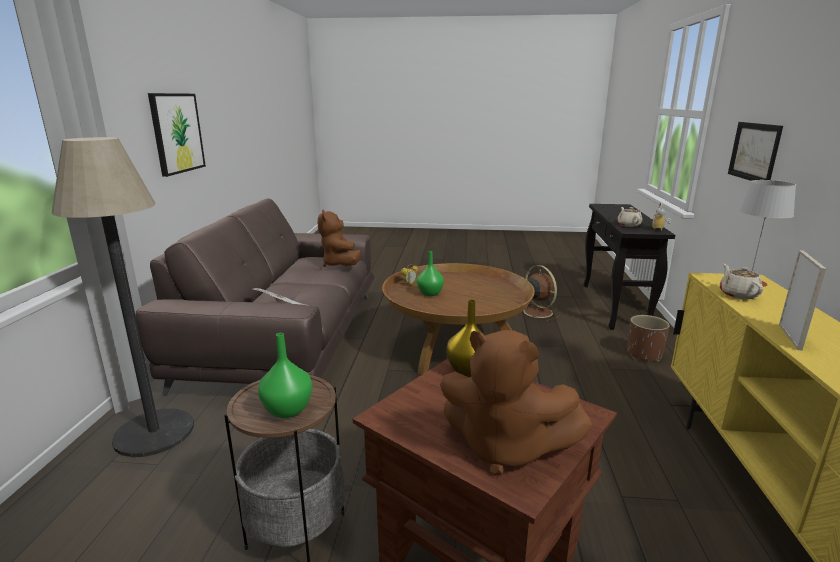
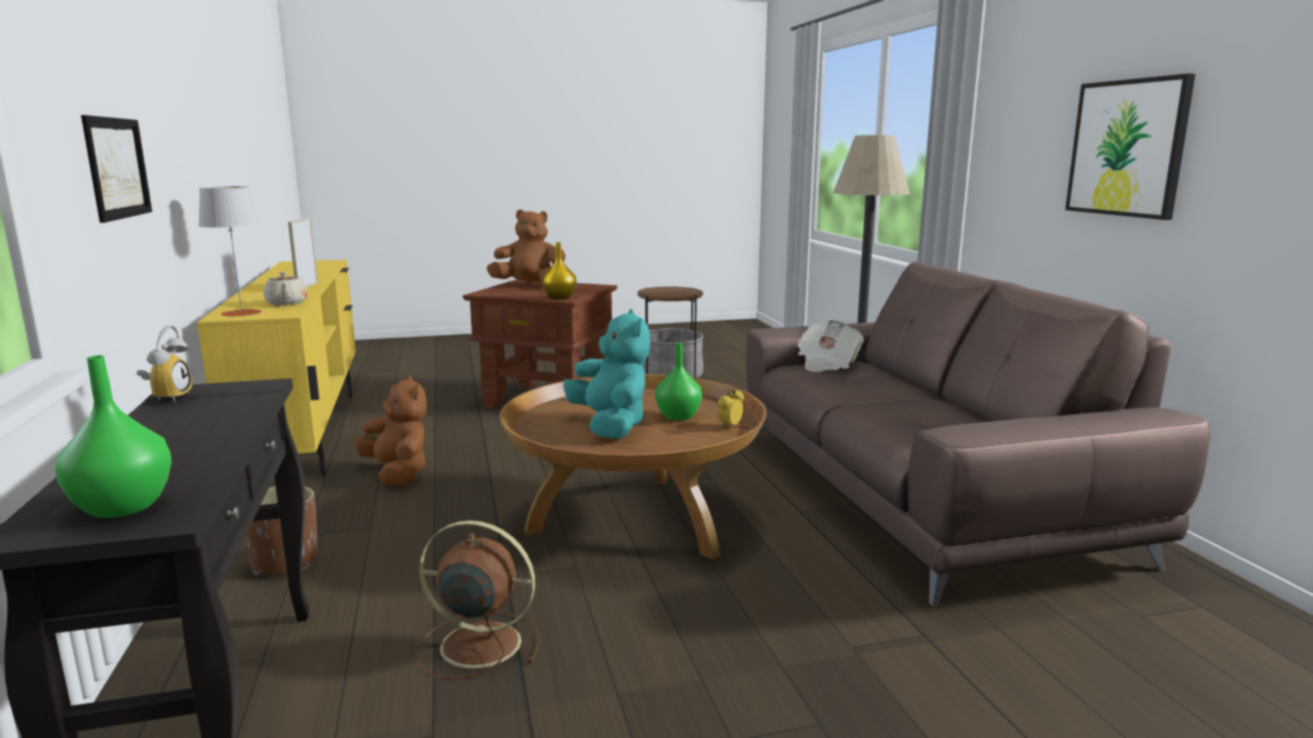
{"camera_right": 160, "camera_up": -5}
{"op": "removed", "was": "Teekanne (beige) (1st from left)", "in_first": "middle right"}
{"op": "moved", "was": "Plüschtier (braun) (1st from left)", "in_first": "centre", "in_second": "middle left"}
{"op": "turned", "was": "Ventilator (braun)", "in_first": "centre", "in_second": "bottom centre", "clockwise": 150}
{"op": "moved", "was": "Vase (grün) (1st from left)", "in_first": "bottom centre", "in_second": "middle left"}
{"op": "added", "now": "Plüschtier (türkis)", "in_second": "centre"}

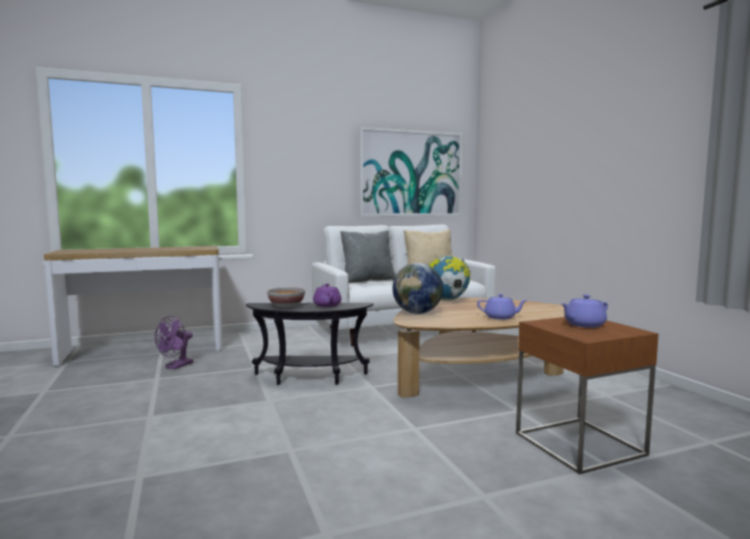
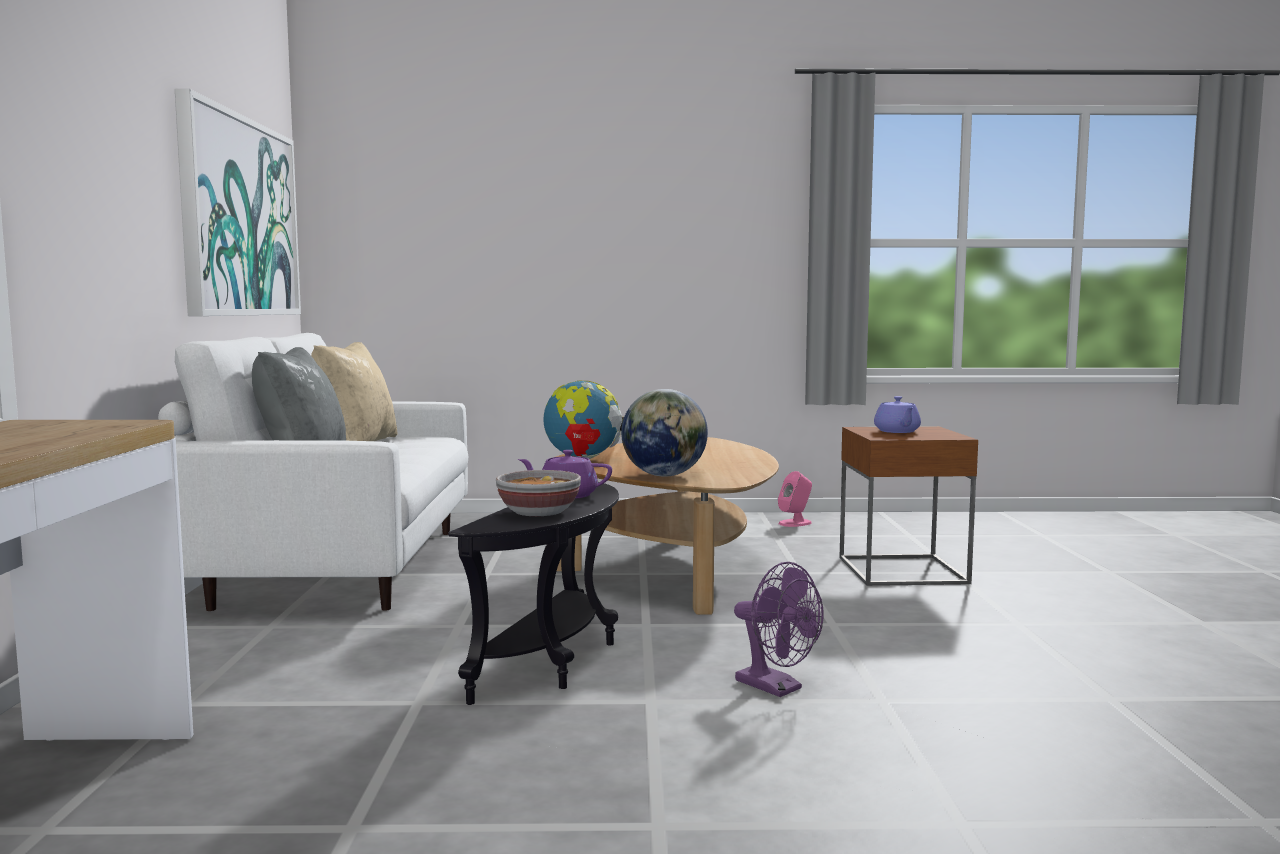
{"camera_right": -70, "camera_up": 0}
{"op": "removed", "was": "Teekanne (lila) (2nd from left)", "in_first": "middle right"}
{"op": "moved", "was": "Ventilator (lila)", "in_first": "middle left", "in_second": "bottom centre"}
{"op": "added", "now": "Lautsprecher (rosa)", "in_second": "centre"}

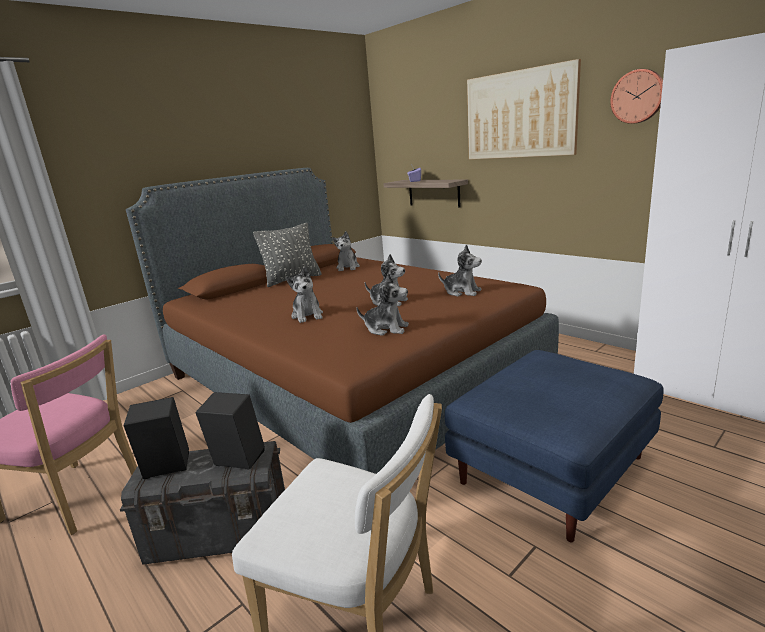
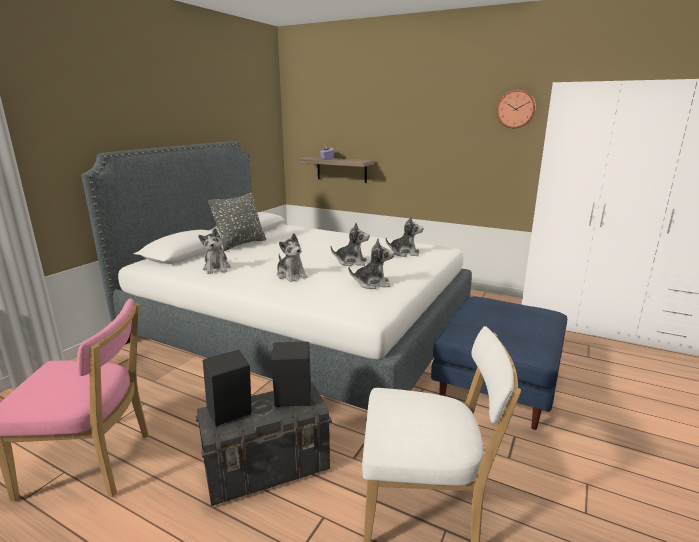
{"camera_right": -20, "camera_up": 0}
{"op": "removed", "was": "Bild", "in_first": "top right"}
{"op": "recoloured", "was": "Bett (braun)", "now": "Bett (weiß)", "in_first": "centre", "in_second": "centre"}
{"op": "moved", "was": "Plüschtier (2nd from left in the first image)", "now": "Plüschtier (1st from left)", "in_first": "centre", "in_second": "middle left"}

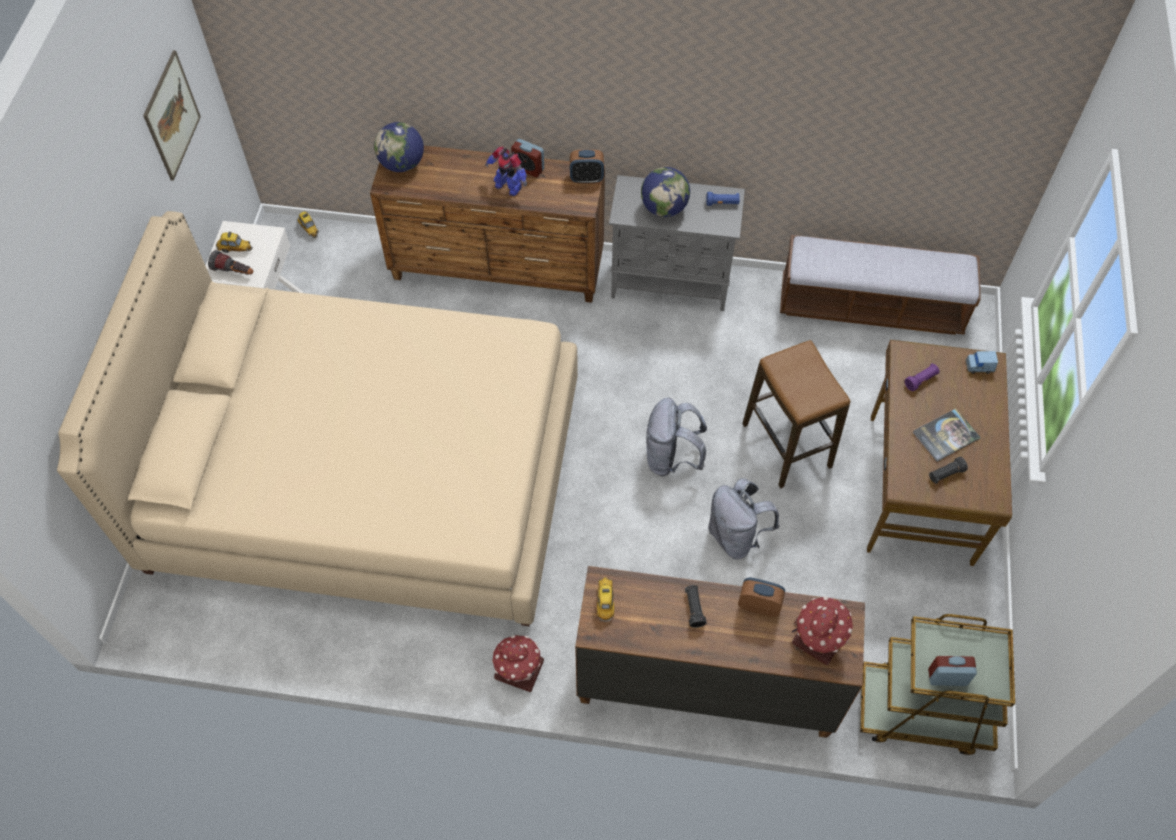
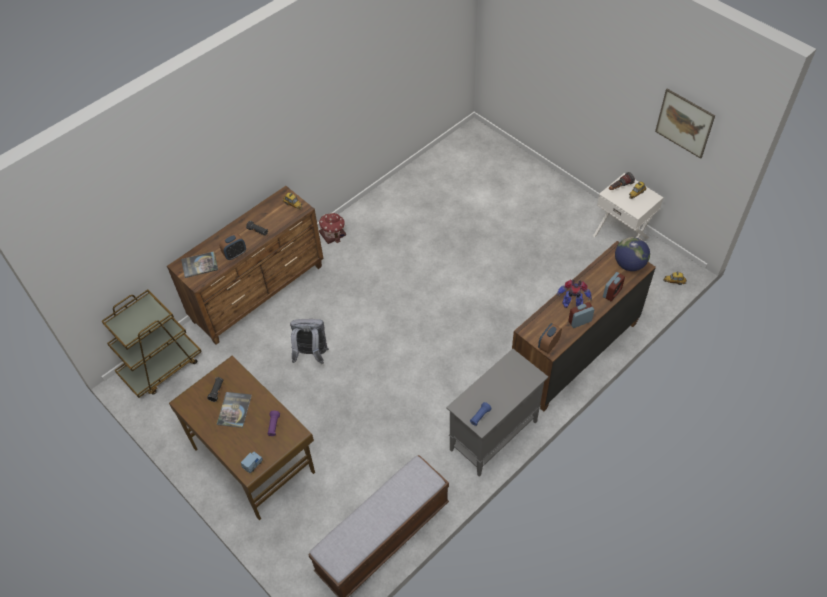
{"camera_right": 130, "camera_up": -5}
{"op": "turned", "was": "Spielzeugroboter", "in_first": "top centre", "in_second": "middle right", "clockwise": -150}
{"op": "removed", "was": "Globus (2nd from left)", "in_first": "top centre"}
{"op": "removed", "was": "Bett (beige)", "in_first": "middle left"}
{"op": "removed", "was": "Hocker", "in_first": "middle right"}
{"op": "removed", "was": "Rucksack (grau) (1st from left)", "in_first": "centre"}
{"op": "replaced", "was": "Spielzeughaus (2nd from left)", "now": "Buch (1st from left)", "in_first": "bottom right", "in_second": "middle left"}
{"op": "moved", "was": "Wecker (4th from left)", "in_first": "bottom right", "in_second": "middle right"}

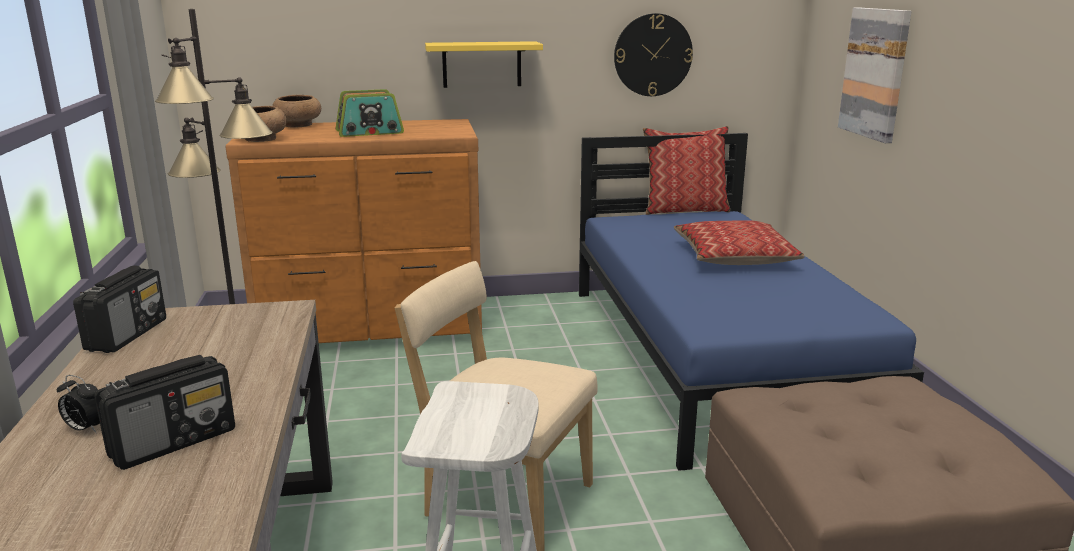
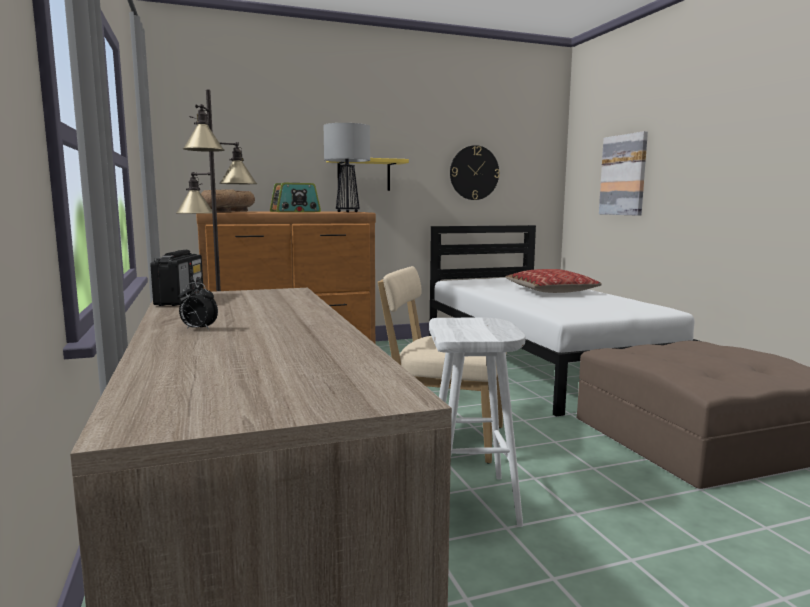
{"camera_right": -10, "camera_up": -10}
{"op": "removed", "was": "Kissen (1st from left)", "in_first": "top centre"}
{"op": "recoloured", "was": "Bett (blau)", "now": "Bett (weiß)", "in_first": "middle right", "in_second": "middle right"}
{"op": "removed", "was": "Radio (2nd from left)", "in_first": "bottom left"}
{"op": "added", "now": "Tischlampe", "in_second": "top centre"}

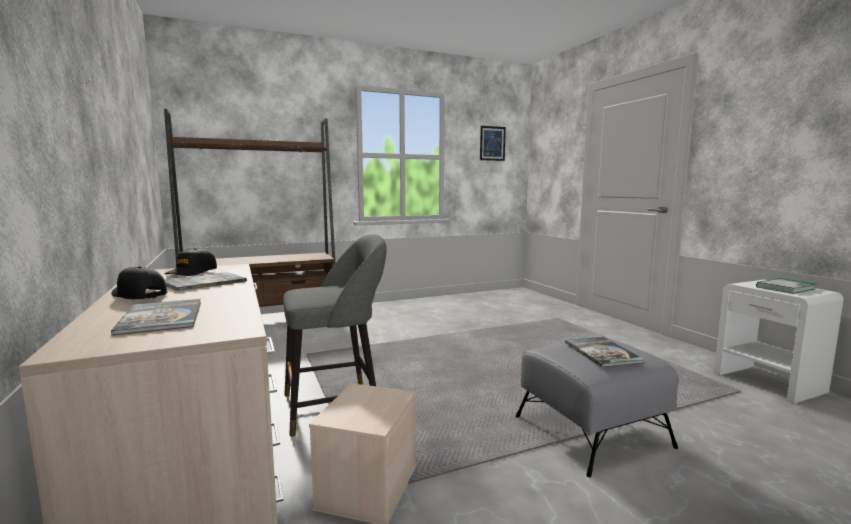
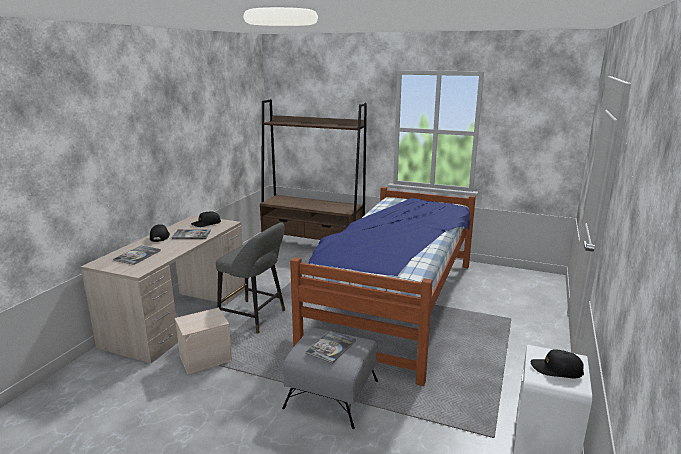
{"camera_right": 45, "camera_up": 10}
{"op": "removed", "was": "Bild", "in_first": "top centre"}
{"op": "replaced", "was": "Buch (4th from left)", "now": "Kappe (schwarz) (3rd from left)", "in_first": "middle right", "in_second": "bottom right"}
{"op": "added", "now": "Bett", "in_second": "centre"}

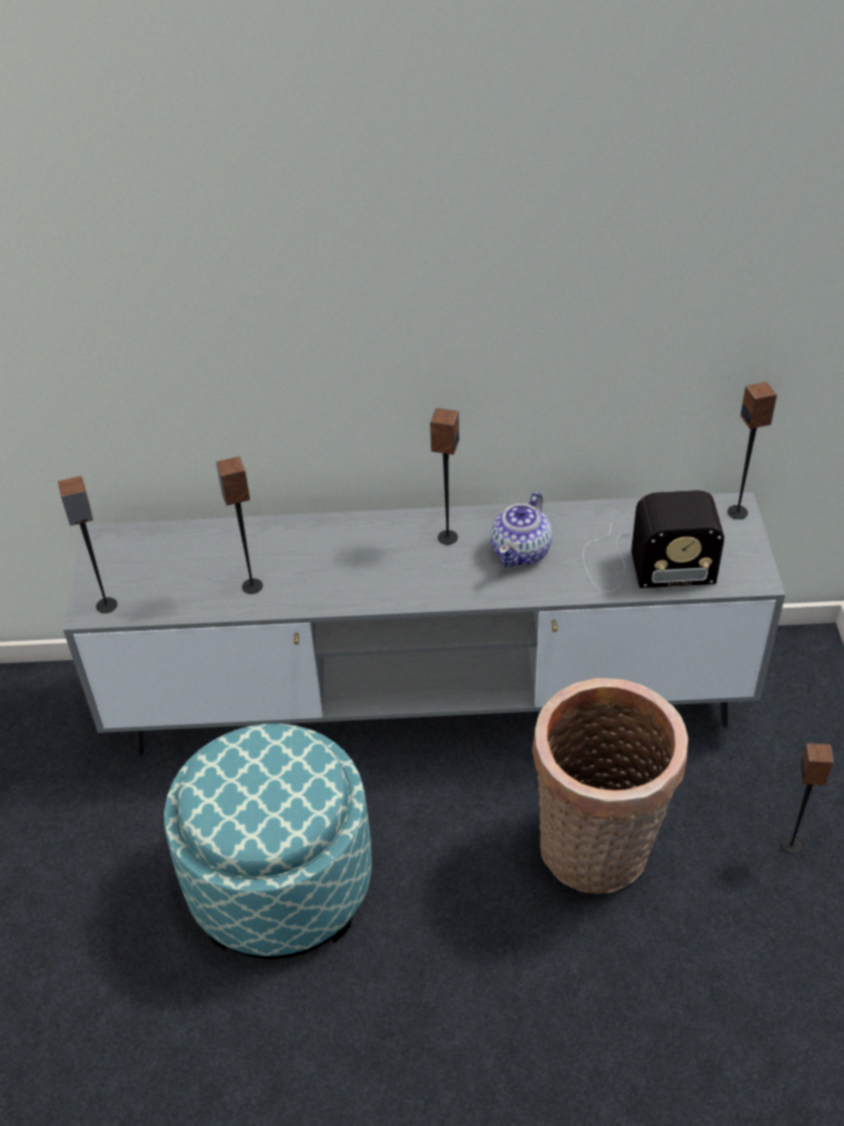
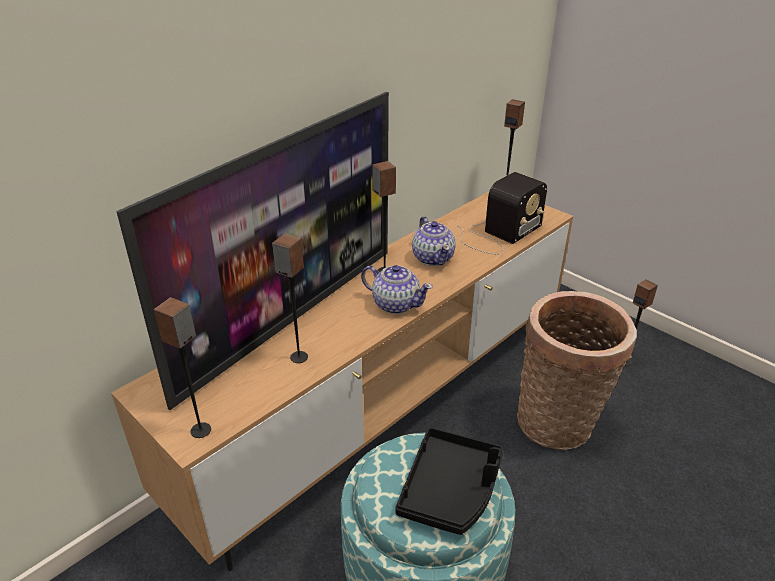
{"camera_right": -45, "camera_up": -10}
{"op": "recoloured", "was": "Fernsehschrank (grau)", "now": "Fernsehschrank (braun)", "in_first": "centre", "in_second": "centre"}
{"op": "added", "now": "Fernseher", "in_second": "middle left"}
{"op": "added", "now": "Teekanne (1st from left)", "in_second": "centre"}
{"op": "added", "now": "Tablett (schwarz)", "in_second": "bottom centre"}

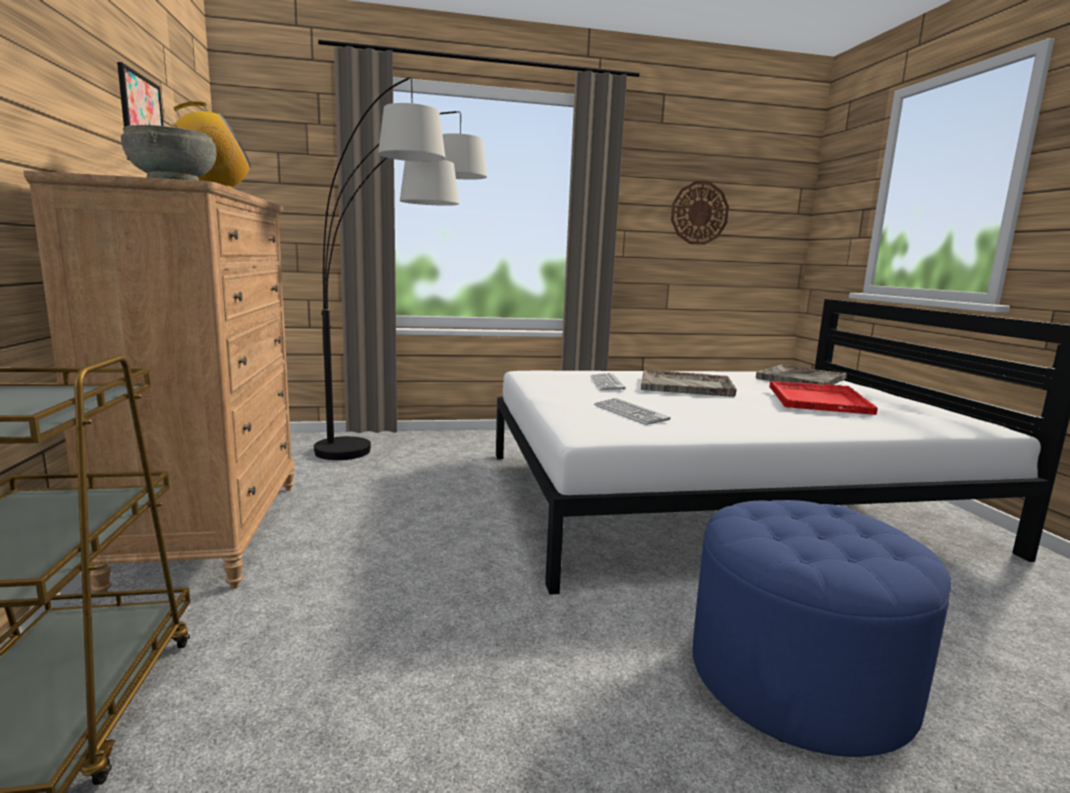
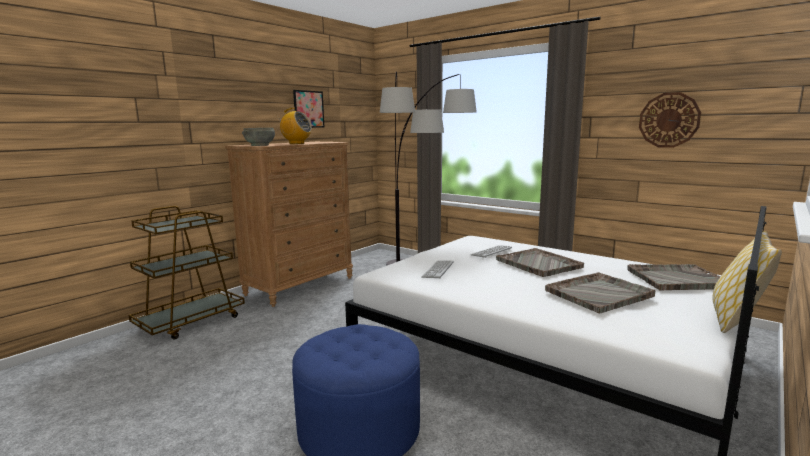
{"camera_right": 50, "camera_up": 0}
{"op": "recoloured", "was": "Tablett (rot)", "now": "Tablett (grau) (2nd from left)", "in_first": "middle right", "in_second": "middle right"}
{"op": "added", "now": "Kissen", "in_second": "middle right"}

